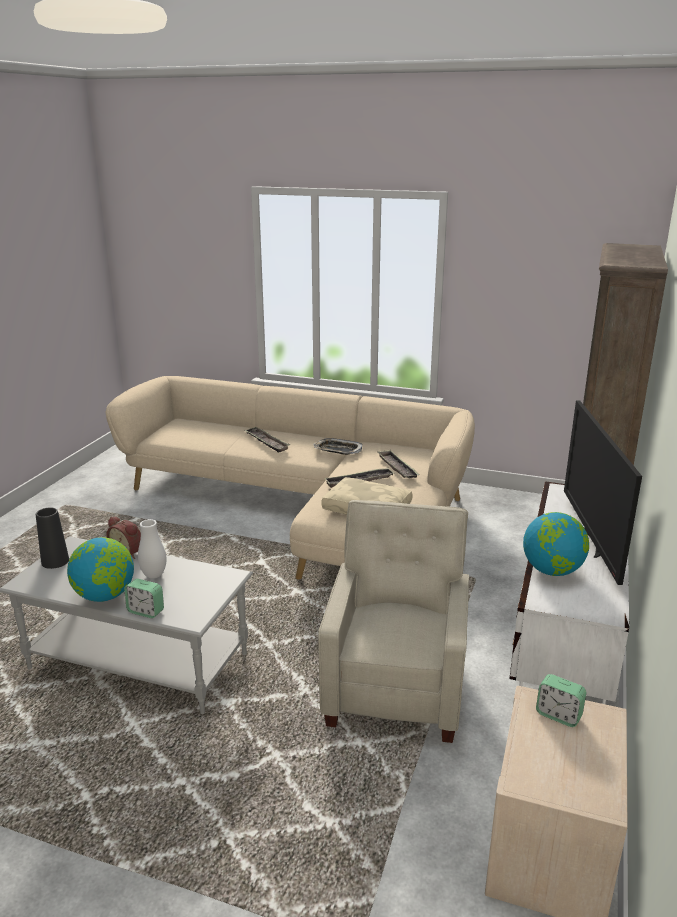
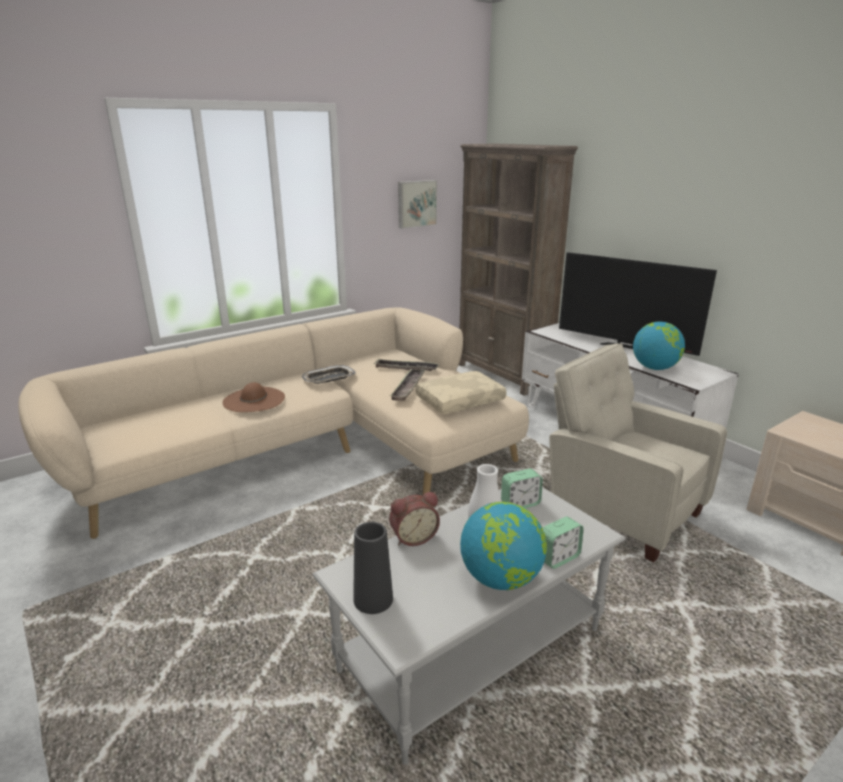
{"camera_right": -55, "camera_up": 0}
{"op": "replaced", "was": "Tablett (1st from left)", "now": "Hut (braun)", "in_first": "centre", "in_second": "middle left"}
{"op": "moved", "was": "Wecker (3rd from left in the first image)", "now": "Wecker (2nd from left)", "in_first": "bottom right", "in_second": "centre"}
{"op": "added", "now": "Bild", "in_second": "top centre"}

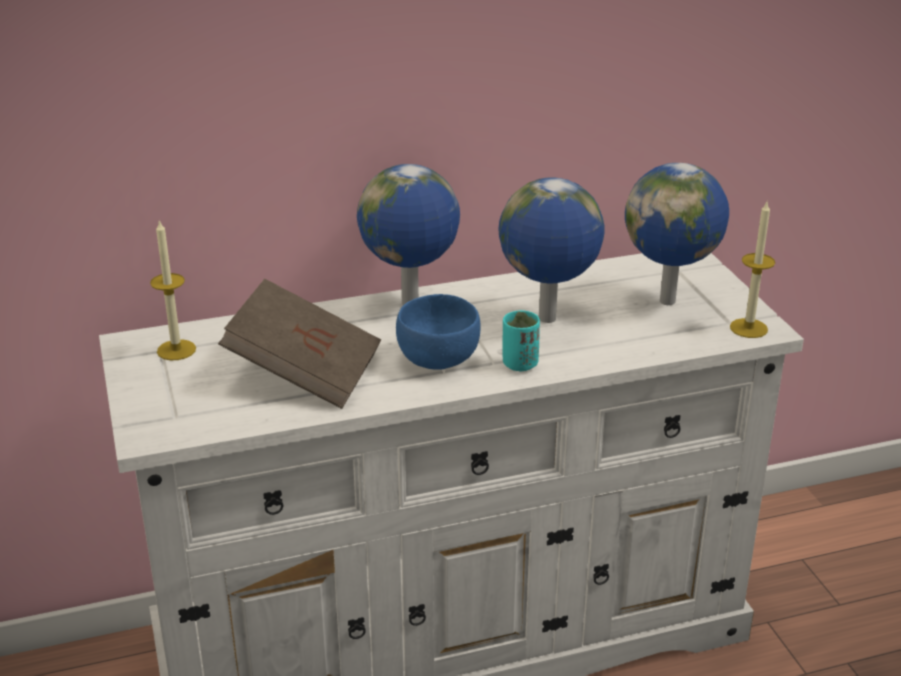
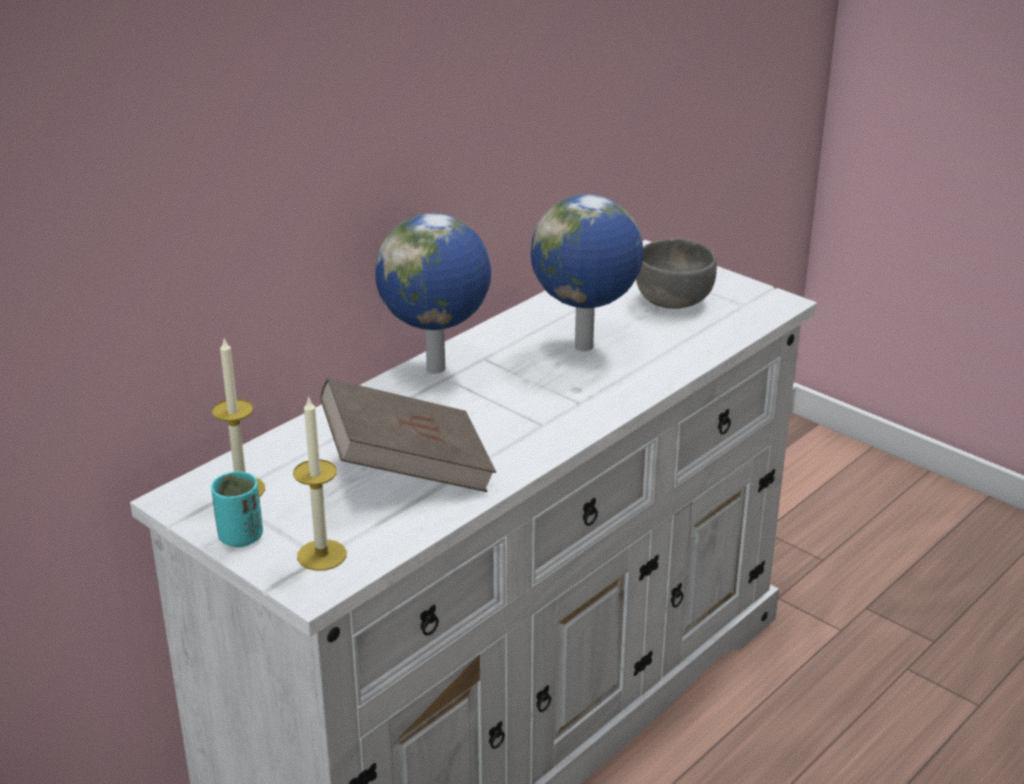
{"camera_right": -30, "camera_up": 0}
{"op": "replaced", "was": "Globus (3rd from left)", "now": "Schüssel (grau)", "in_first": "middle right", "in_second": "centre"}
{"op": "moved", "was": "Kerze (2nd from left)", "in_first": "middle right", "in_second": "middle left"}
{"op": "removed", "was": "Schüssel (blau)", "in_first": "centre"}
{"op": "moved", "was": "Tasse (türkis)", "in_first": "centre", "in_second": "middle left"}

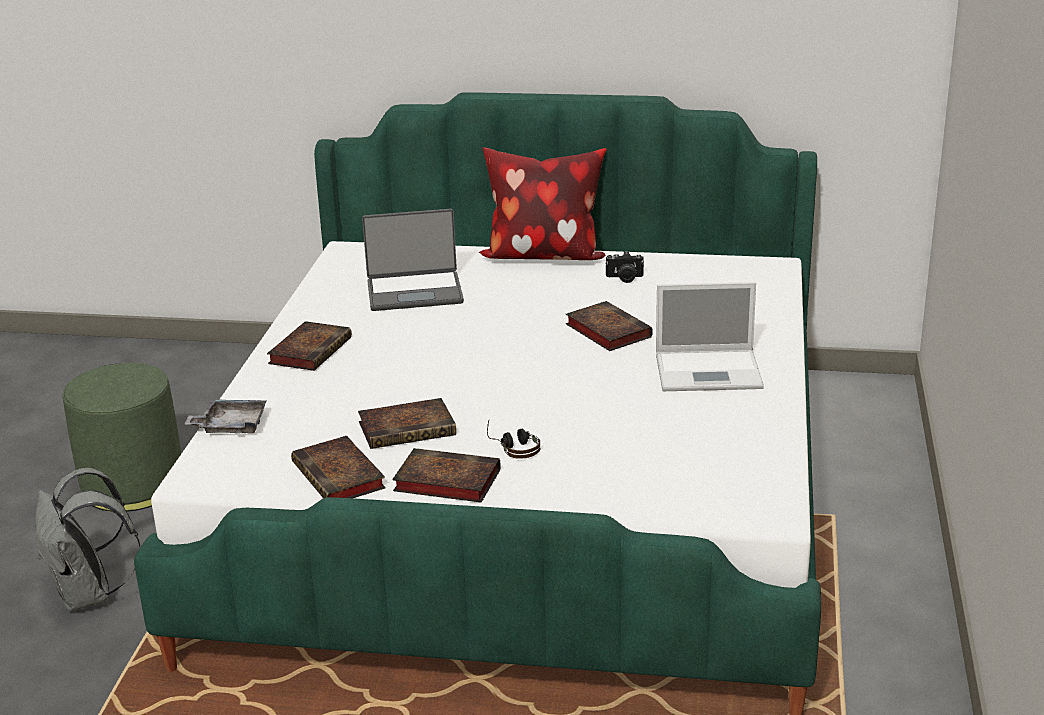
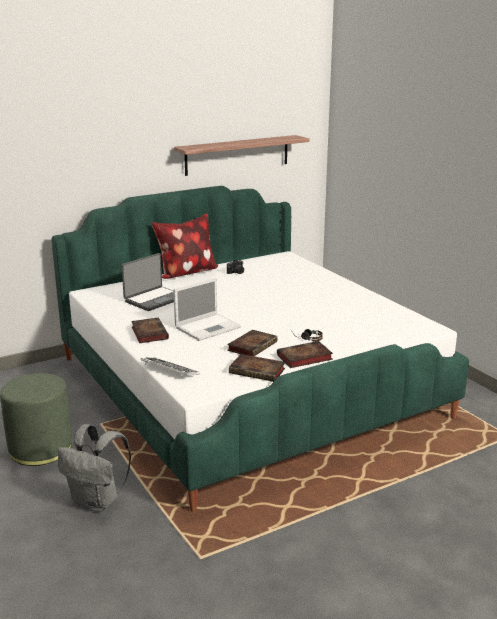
{"camera_right": -40, "camera_up": -5}
{"op": "moved", "was": "Laptop (2nd from left)", "in_first": "middle right", "in_second": "centre"}
{"op": "removed", "was": "Buch (5th from left)", "in_first": "centre"}
{"op": "replaced", "was": "Tablett (grau)", "now": "Tastatur", "in_first": "middle left", "in_second": "centre"}
{"op": "added", "now": "Wandregal", "in_second": "top centre"}

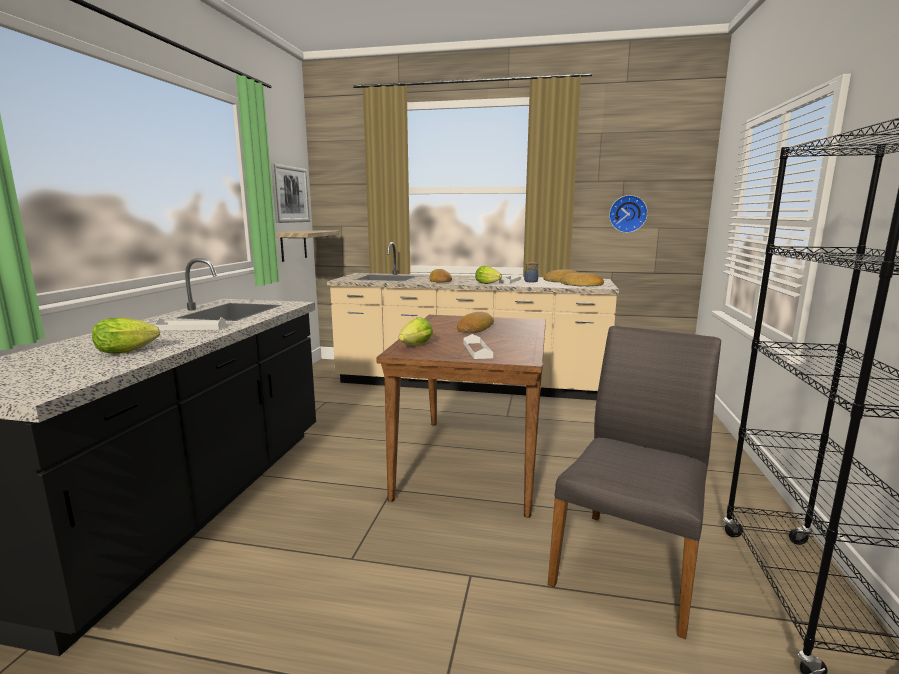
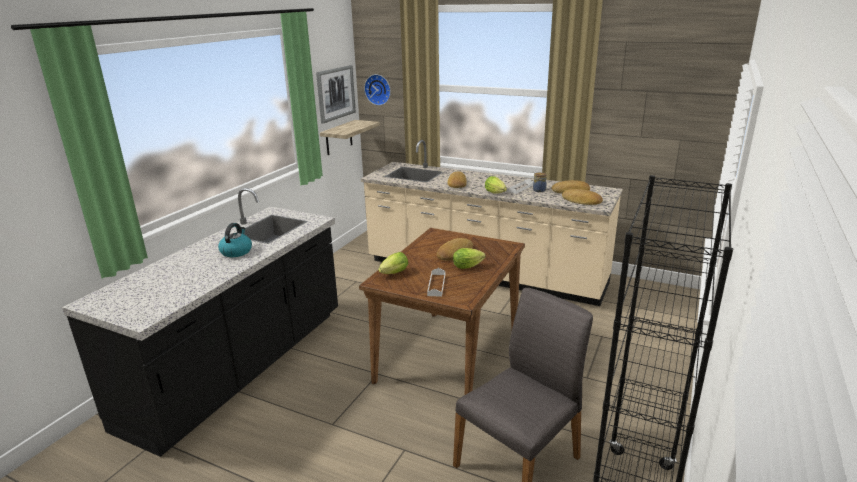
{"camera_right": 15, "camera_up": 10}
{"op": "moved", "was": "Wanduhr", "in_first": "top right", "in_second": "top centre"}
{"op": "replaced", "was": "Tablett (weiß) (1st from left)", "now": "Wasserkessel", "in_first": "middle left", "in_second": "middle left"}
{"op": "moved", "was": "Salatkopf (1st from left in the first image)", "now": "Salatkopf (2nd from left)", "in_first": "middle left", "in_second": "centre"}

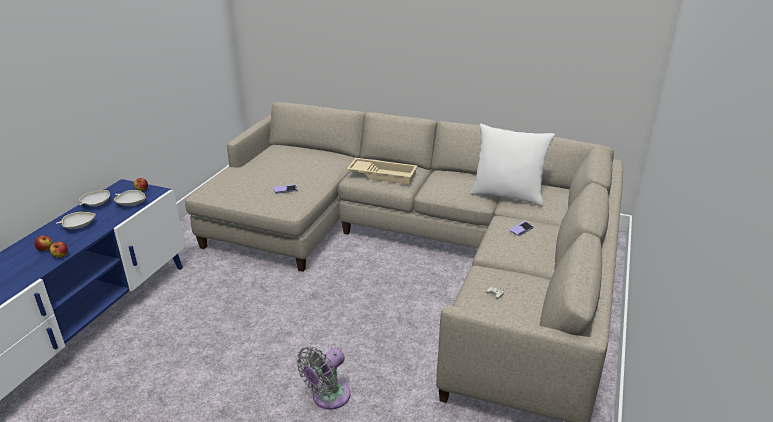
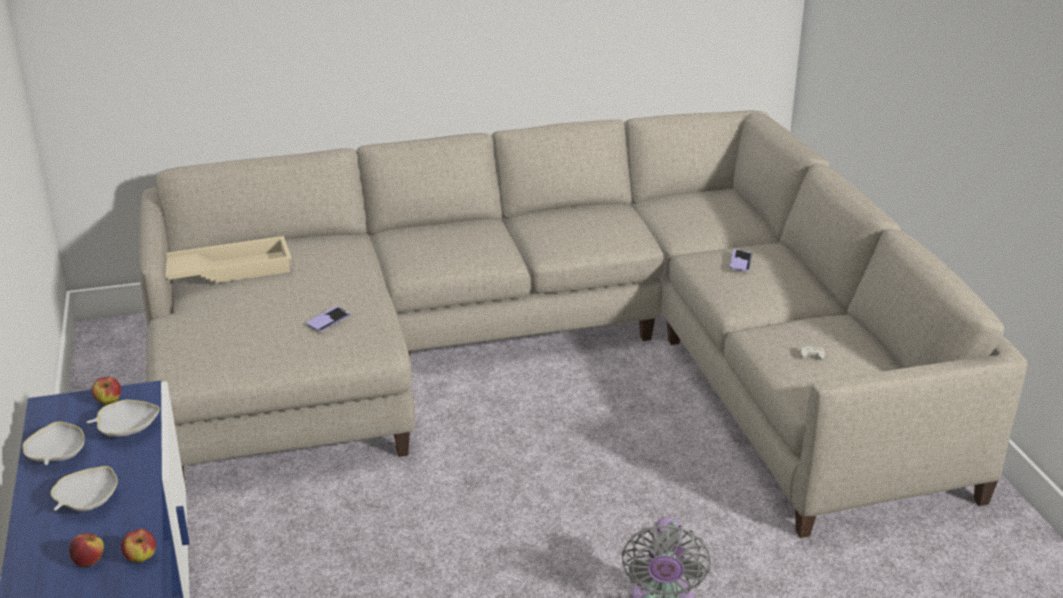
{"camera_right": -35, "camera_up": 0}
{"op": "removed", "was": "Kissen (weiß)", "in_first": "centre"}
{"op": "moved", "was": "Tablett (beige)", "in_first": "centre", "in_second": "middle left"}

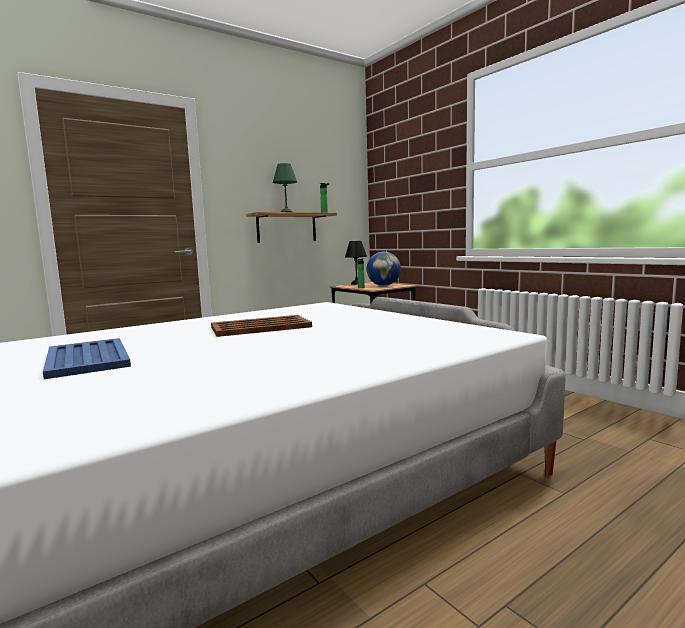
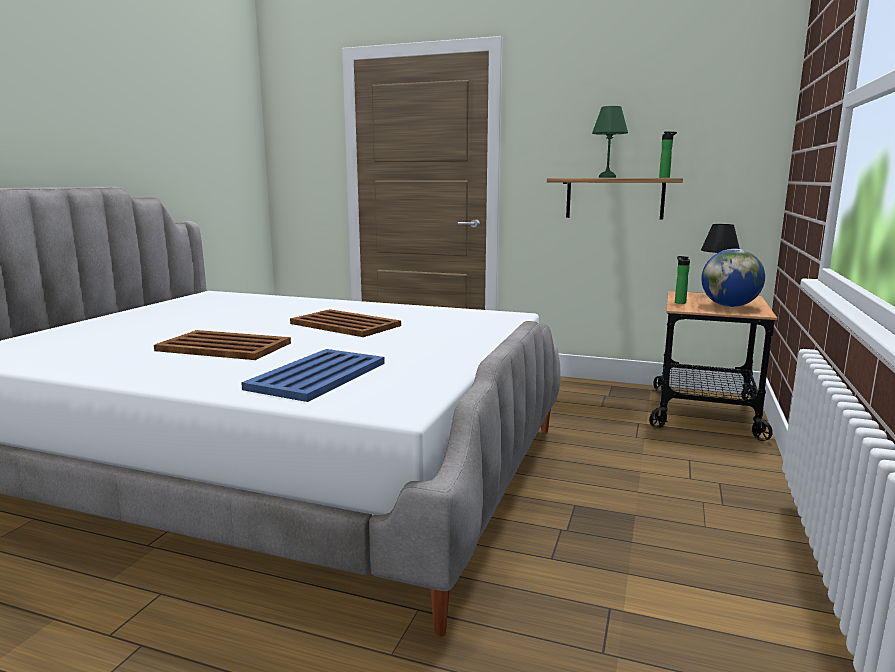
{"camera_right": 55, "camera_up": 5}
{"op": "moved", "was": "Tablett (blau)", "in_first": "middle left", "in_second": "centre"}
{"op": "added", "now": "Tablett (braun) (1st from left)", "in_second": "middle left"}

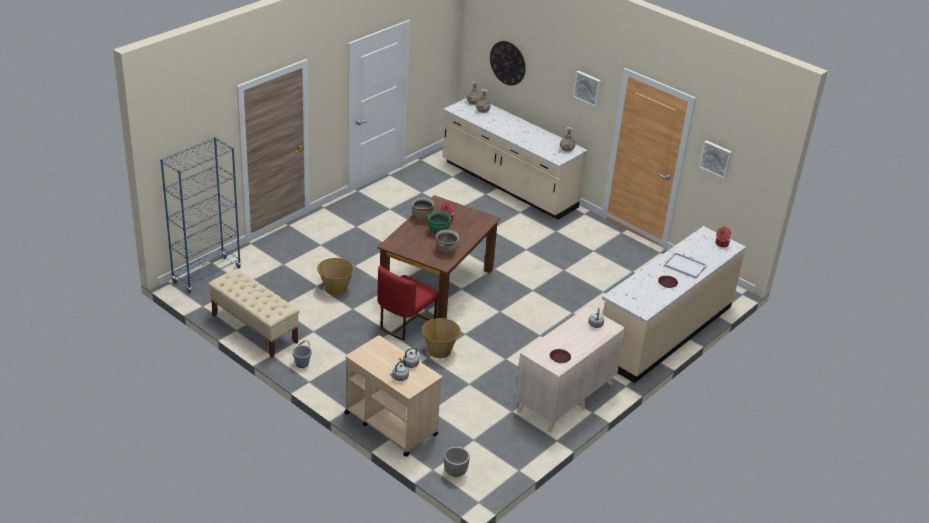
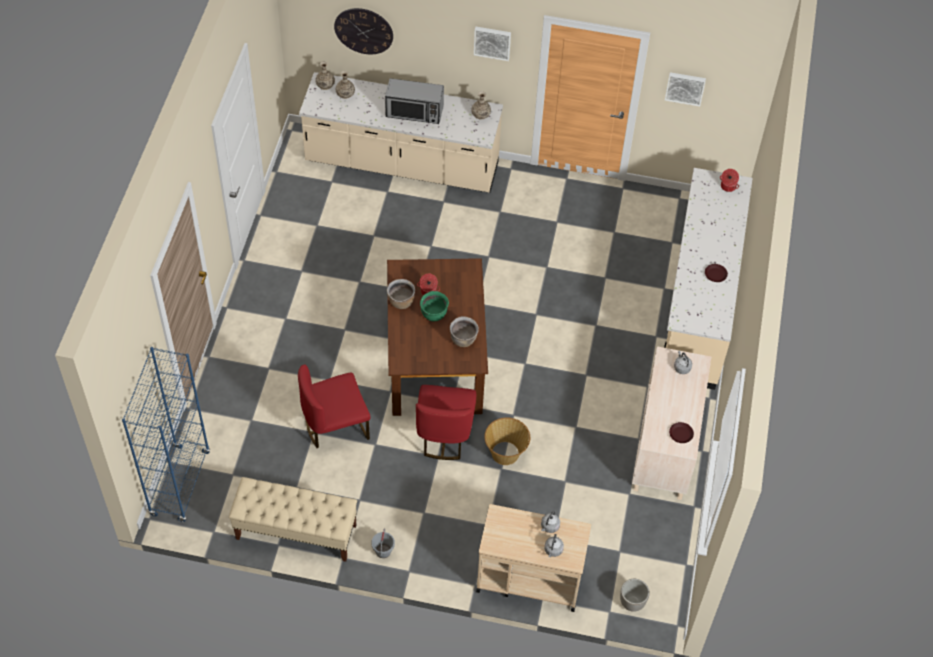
{"camera_right": -30, "camera_up": 20}
{"op": "removed", "was": "Tablett (weiß)", "in_first": "middle right"}
{"op": "replaced", "was": "Korb (1st from left)", "now": "Stuhl (rot) (1st from left)", "in_first": "centre", "in_second": "centre"}
{"op": "added", "now": "Mikrowelle", "in_second": "top centre"}

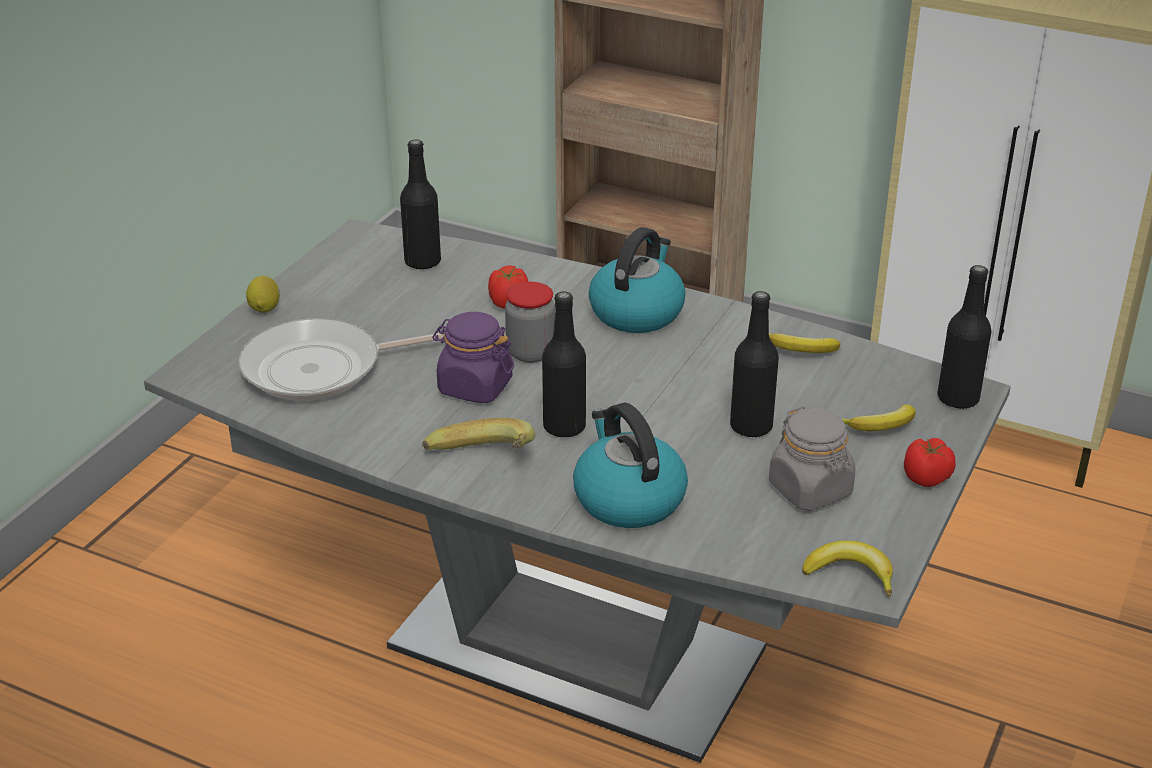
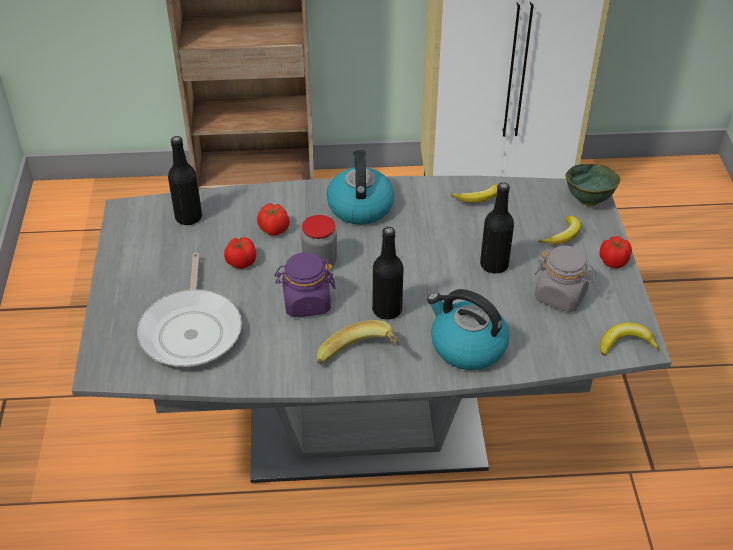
{"camera_right": -30, "camera_up": 10}
{"op": "replaced", "was": "Flasche (schwarz) (4th from left)", "now": "Schüssel (grün)", "in_first": "middle right", "in_second": "middle right"}
{"op": "removed", "was": "Zitrone", "in_first": "middle left"}
{"op": "turned", "was": "Pfanne", "in_first": "middle left", "in_second": "middle left", "clockwise": -45}
{"op": "added", "now": "Tomate (1st from left)", "in_second": "middle left"}

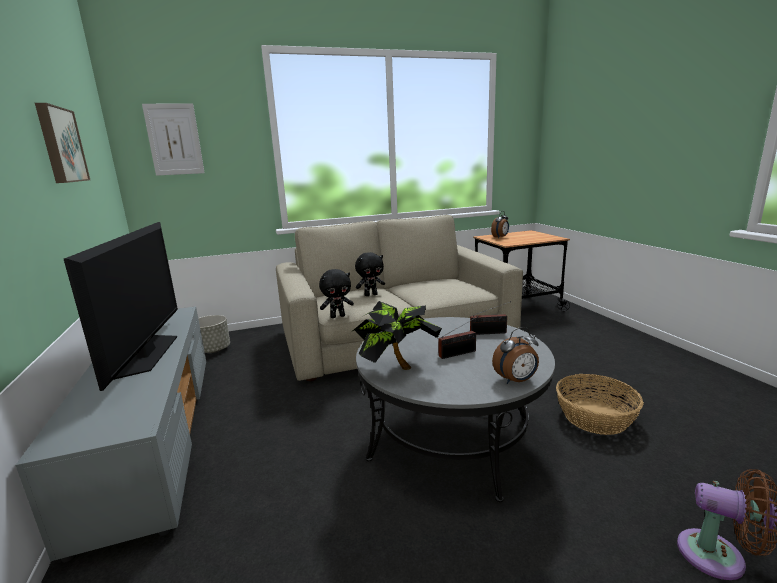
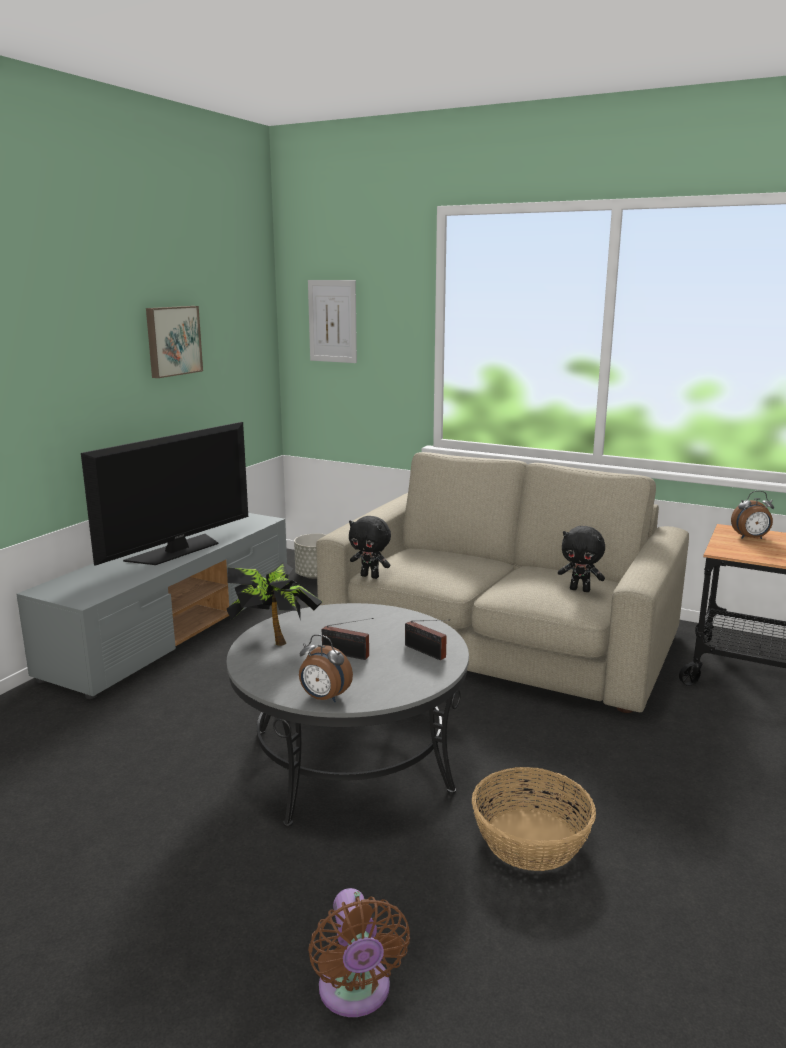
{"camera_right": 45, "camera_up": 0}
{"op": "moved", "was": "Plüschtier (schwarz) (2nd from left)", "in_first": "centre", "in_second": "middle right"}

